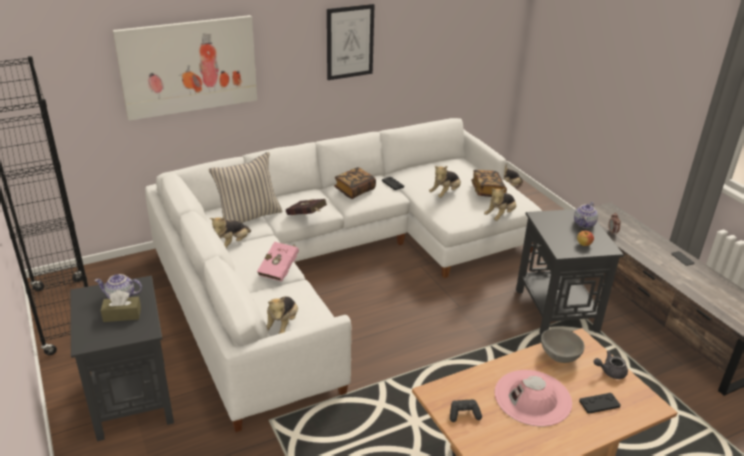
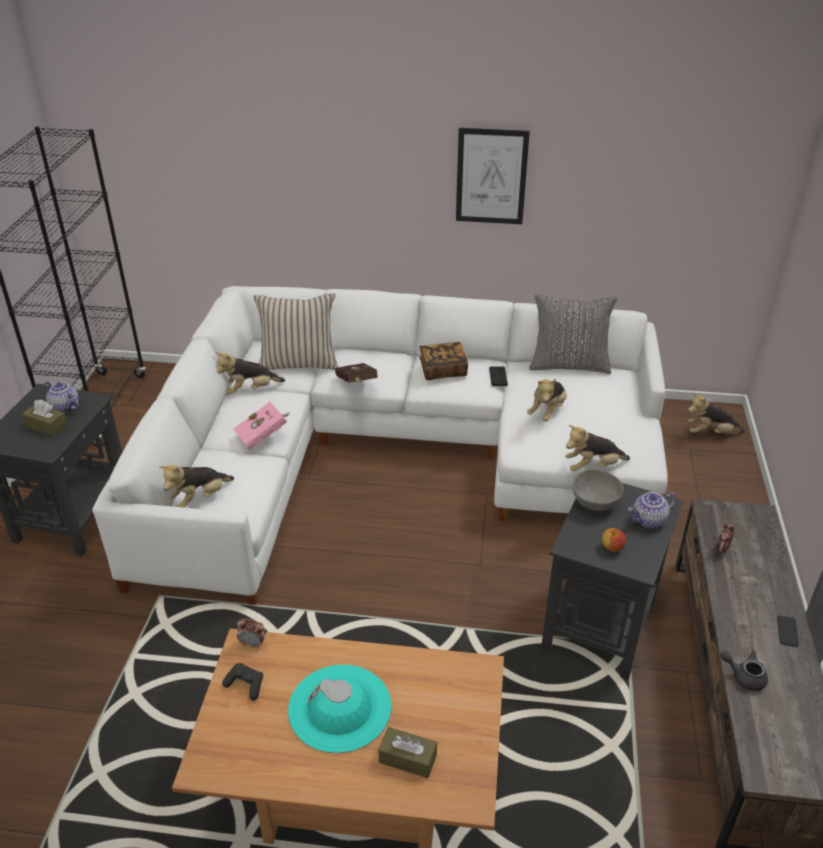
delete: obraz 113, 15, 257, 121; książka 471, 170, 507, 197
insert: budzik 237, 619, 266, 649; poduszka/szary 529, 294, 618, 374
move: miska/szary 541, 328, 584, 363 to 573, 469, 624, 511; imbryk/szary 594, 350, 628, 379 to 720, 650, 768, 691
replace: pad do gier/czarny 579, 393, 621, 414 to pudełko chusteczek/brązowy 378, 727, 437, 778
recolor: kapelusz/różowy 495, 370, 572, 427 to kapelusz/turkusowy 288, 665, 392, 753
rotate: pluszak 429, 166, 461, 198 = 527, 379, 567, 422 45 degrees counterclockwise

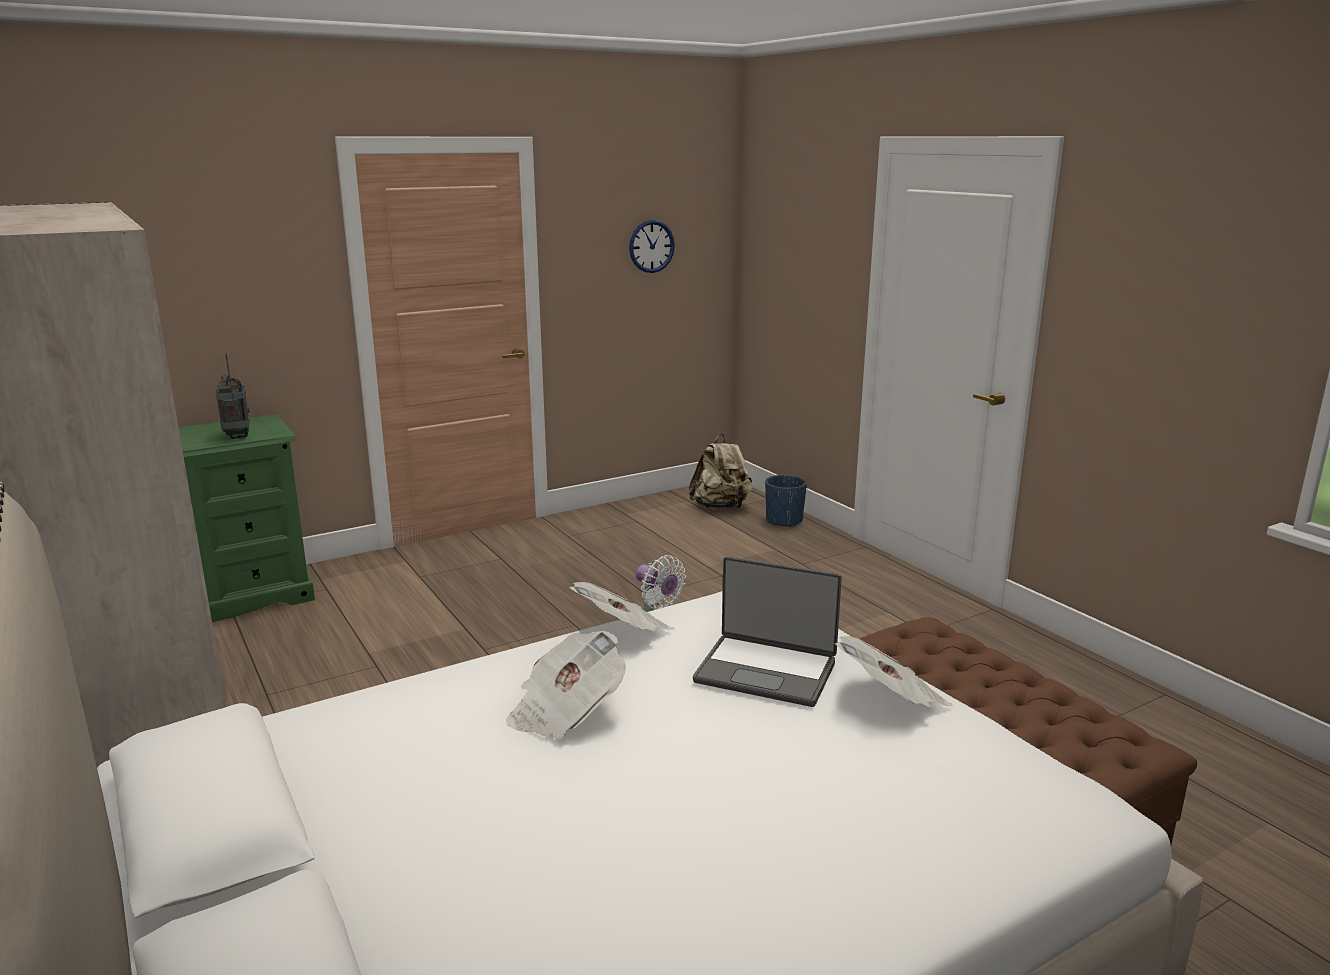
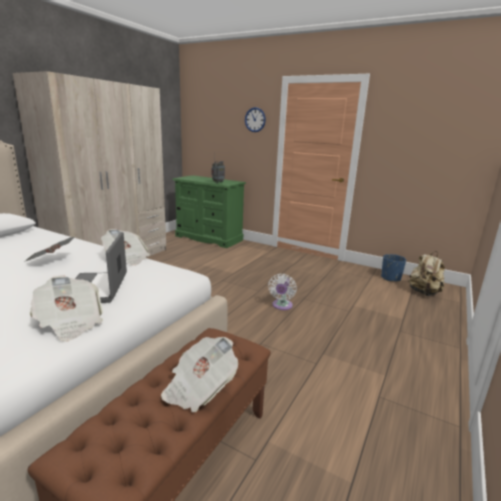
insert: gazeta 161, 337, 238, 412
move: zegar ścienny 629, 220, 675, 273 to 245, 107, 266, 132; donica/niebieski 765, 475, 807, 527 to 381, 254, 406, 281

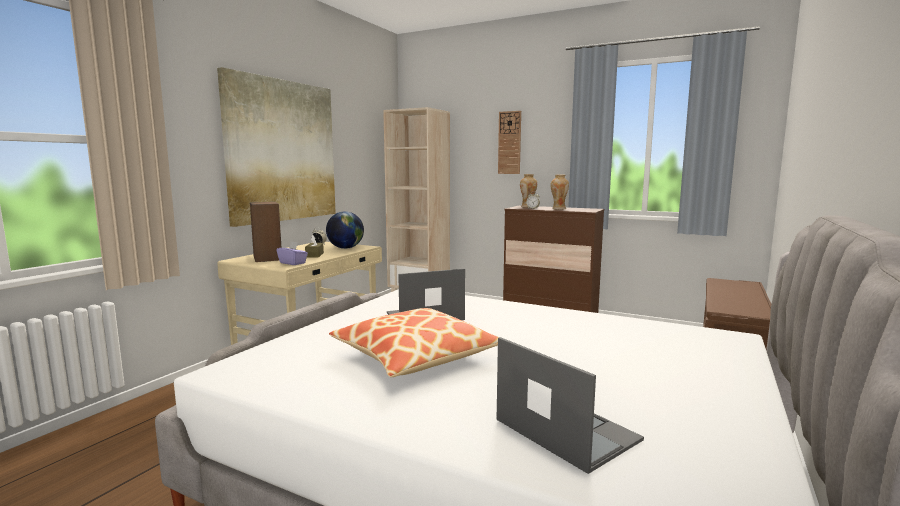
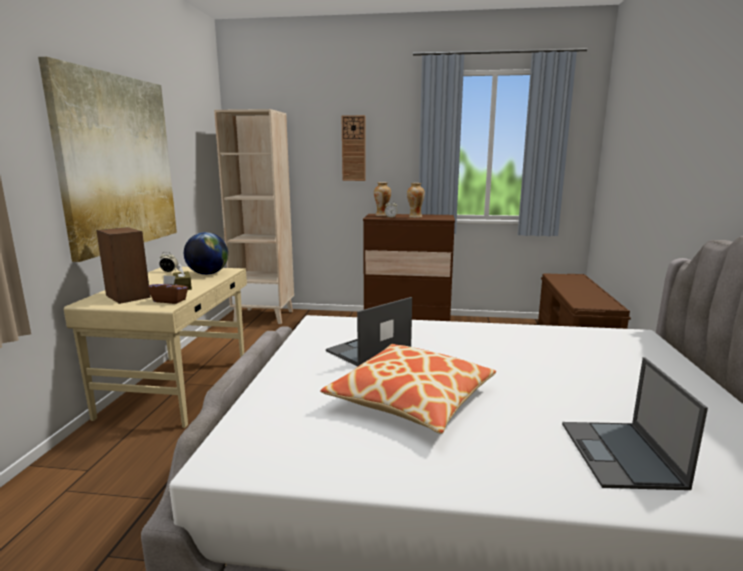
recolor: pudełko chusteczek/fioletowy 276, 241, 308, 265 to pudełko chusteczek/brązowy 148, 275, 188, 304
rotate: laptop 496, 337, 644, 474 = 562, 357, 708, 490 120 degrees counterclockwise

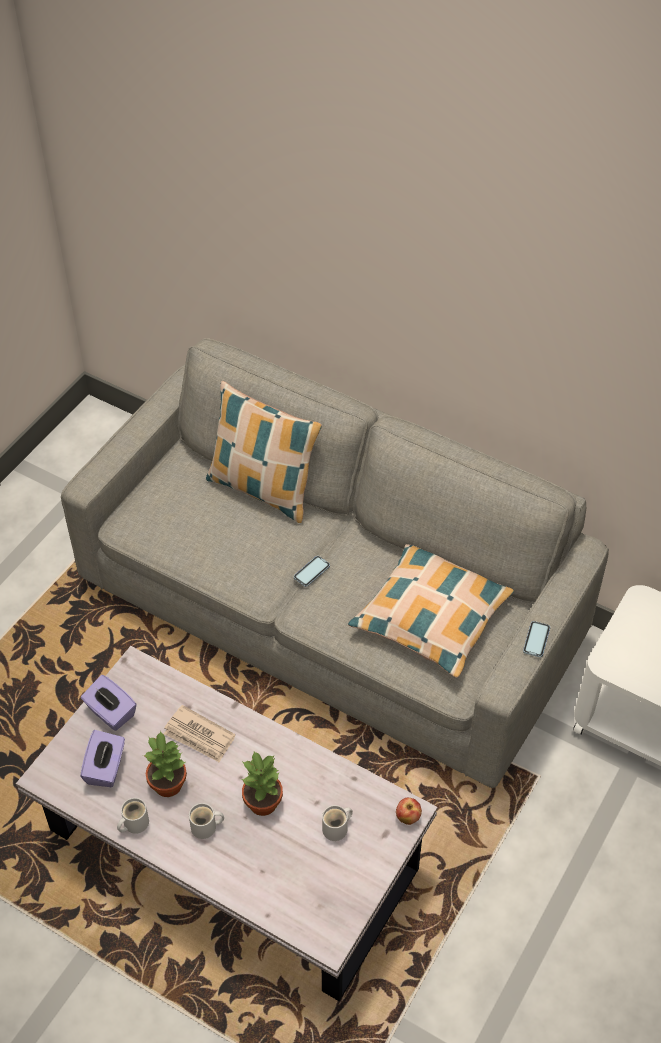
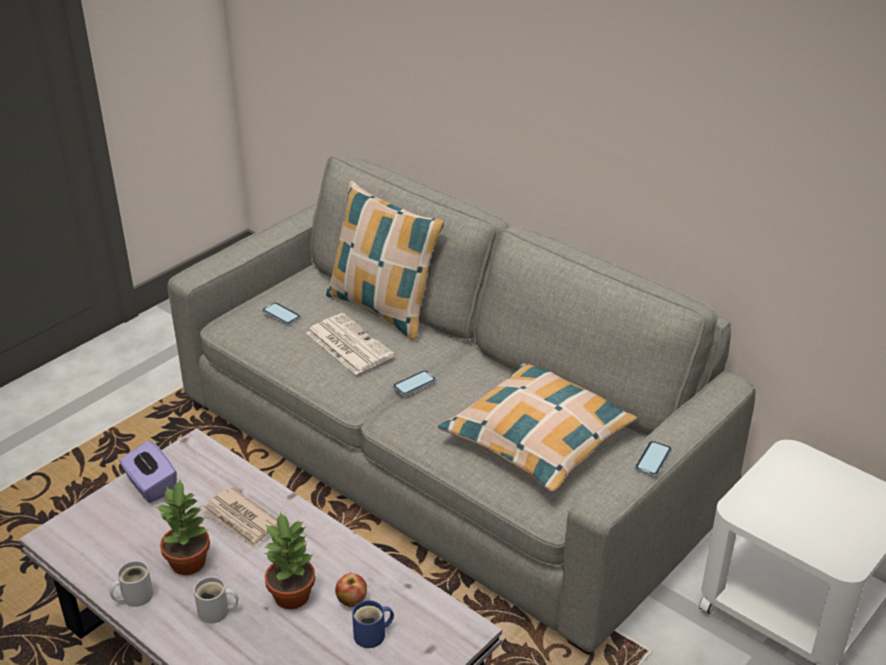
delete: pudełko chusteczek/fioletowy 80, 730, 125, 787
insert: telefon 262, 302, 300, 325; gazeta 307, 313, 395, 375
move: jabłko 396, 798, 422, 825 to 335, 573, 367, 607
recolor: kubek/biały 322, 805, 353, 841 to kubek/niebieski 352, 600, 394, 648

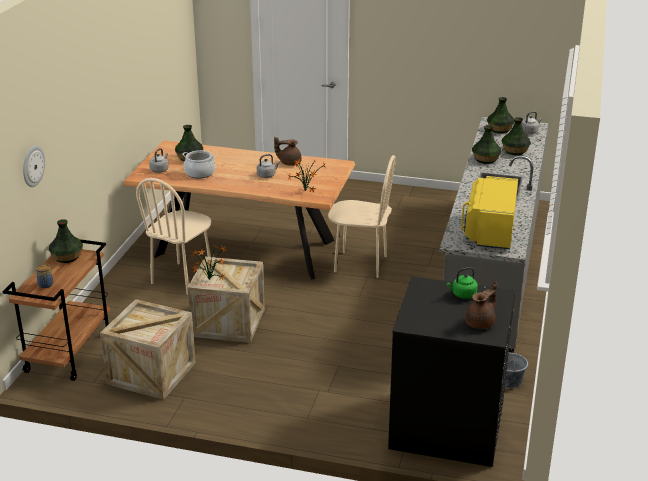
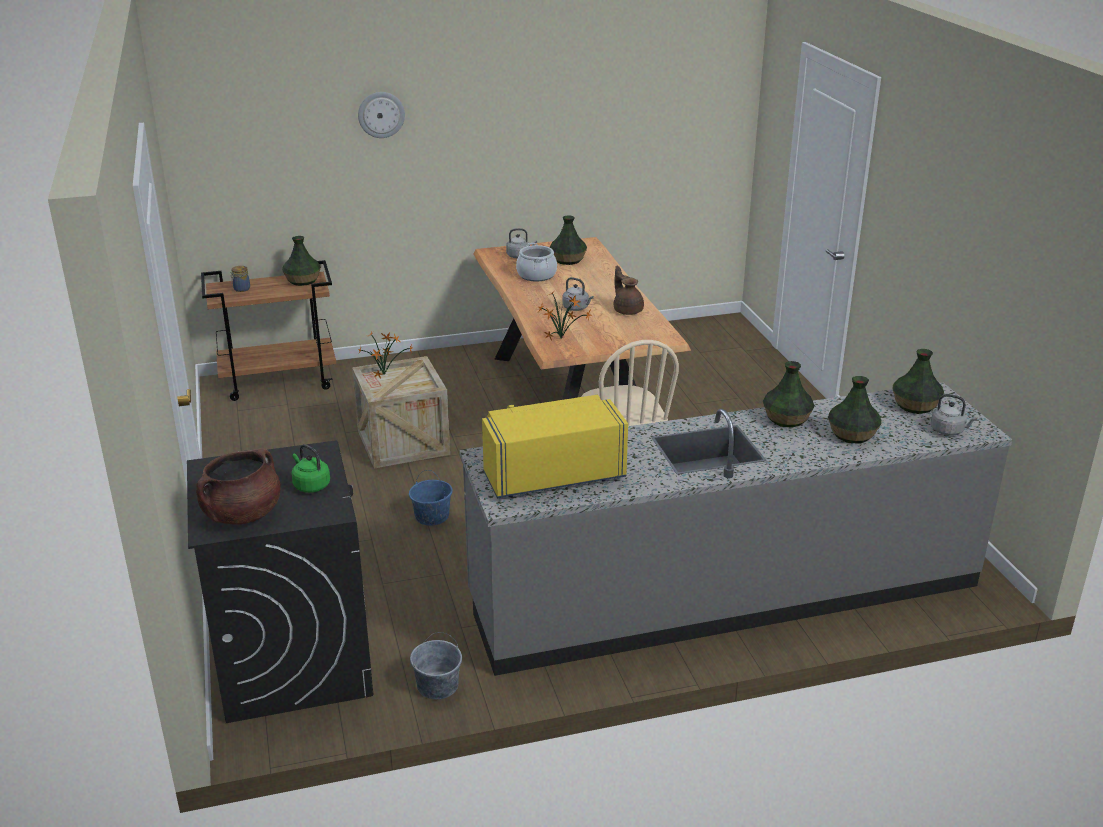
delete: skrzynka 100, 299, 196, 400; krzesło/beżowy 136, 178, 211, 295
insert: wiadro/niebieski 409, 470, 453, 526
move: zegar ścienny 23, 145, 45, 187 to 358, 92, 405, 138
replace: imbryk/brązowy 465, 281, 497, 329 to garnek/brązowy 196, 448, 281, 525

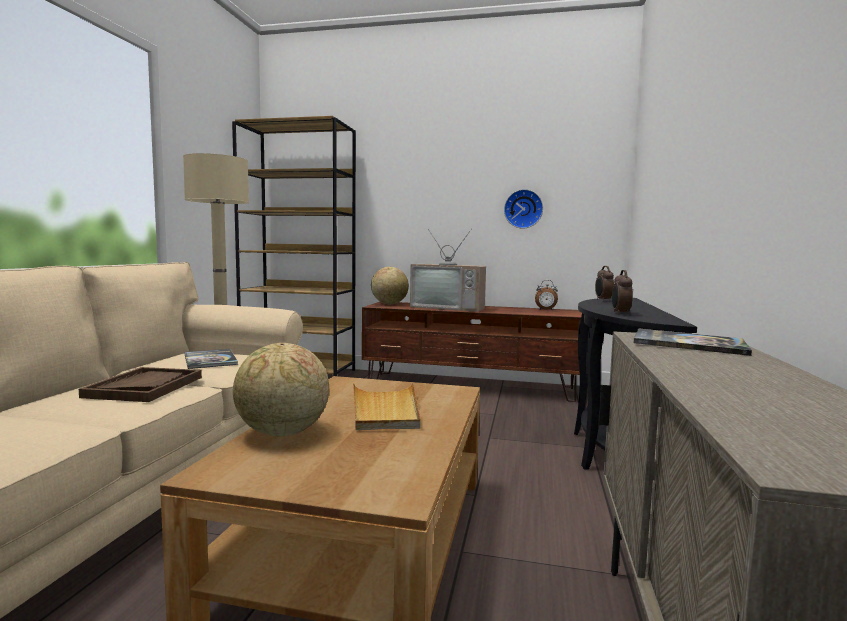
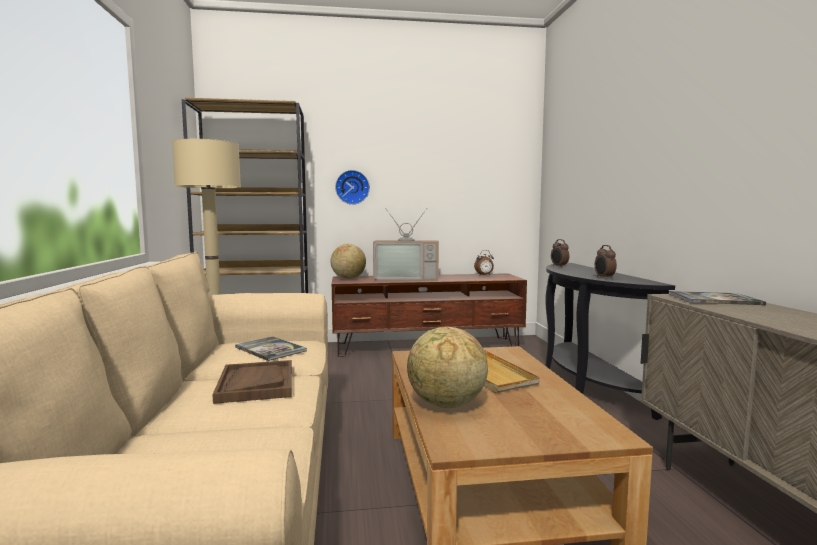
move: zegar ścienny 504, 189, 543, 229 to 335, 170, 370, 205

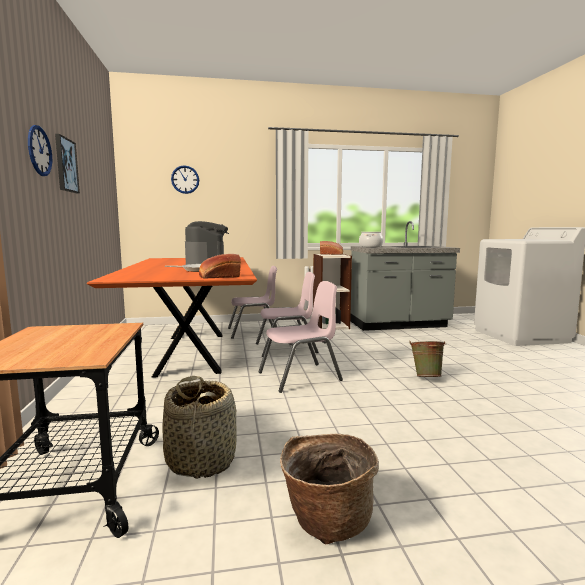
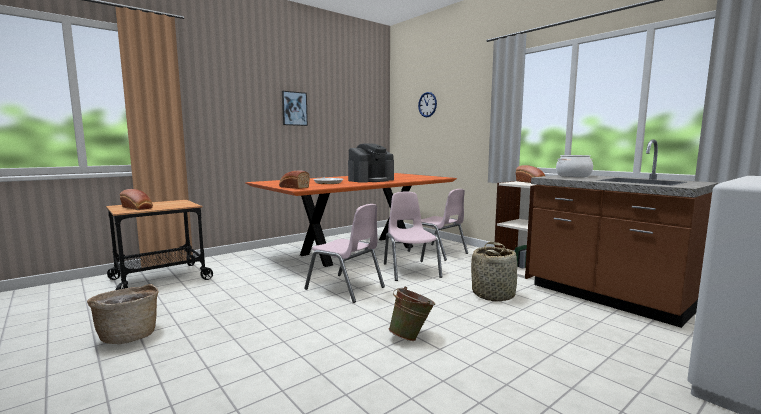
delete: zegar ścienny 28, 125, 52, 176
insert: chleb 120, 189, 153, 210
move: koszyk 163, 376, 237, 479 to 471, 242, 517, 302
recolor: zabudowa kuchenna/szary 350, 221, 460, 331 to zabudowa kuchenna/brązowy 529, 139, 718, 328
rotate: krzesło/różowy 256, 272, 318, 357 = 384, 192, 442, 281 150 degrees counterclockwise

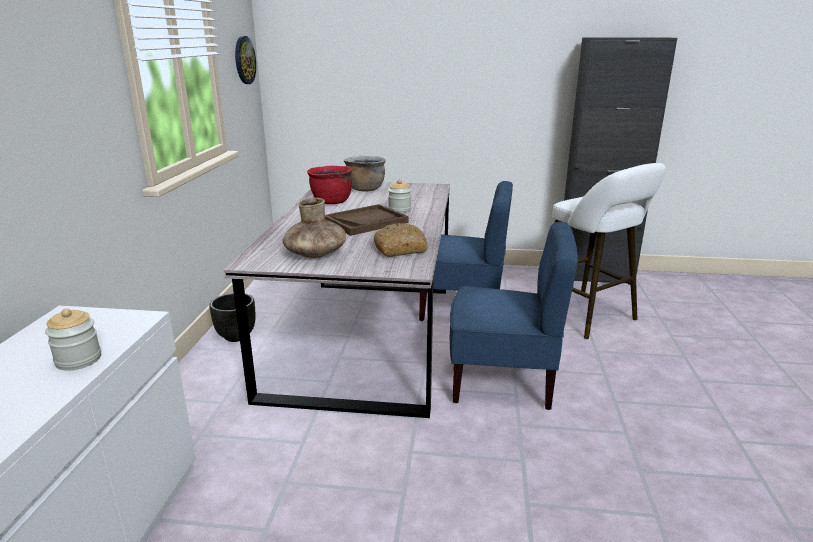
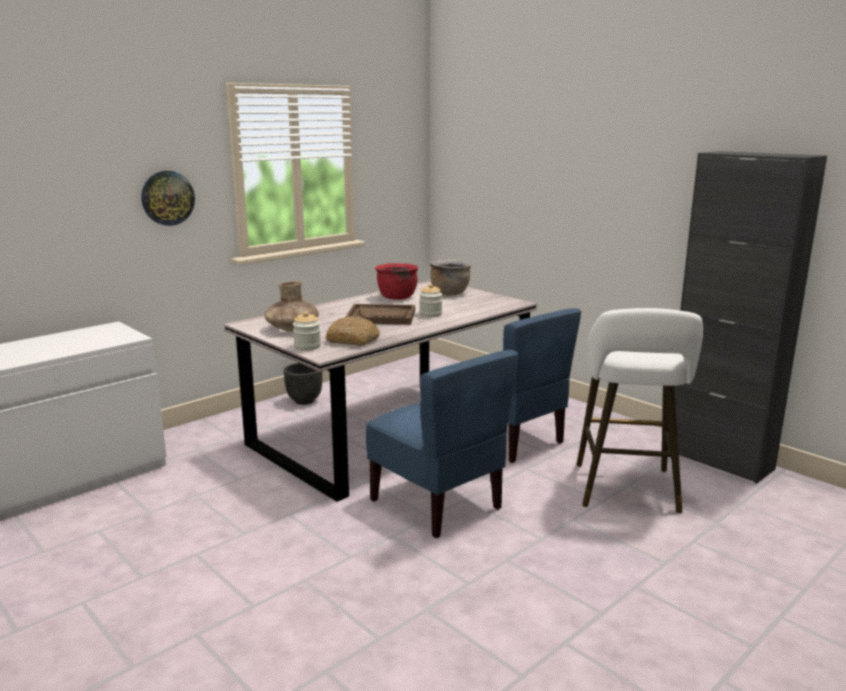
move: zegar ścienny 235, 36, 256, 84 to 141, 171, 195, 226; słoik 45, 308, 101, 371 to 293, 312, 321, 350

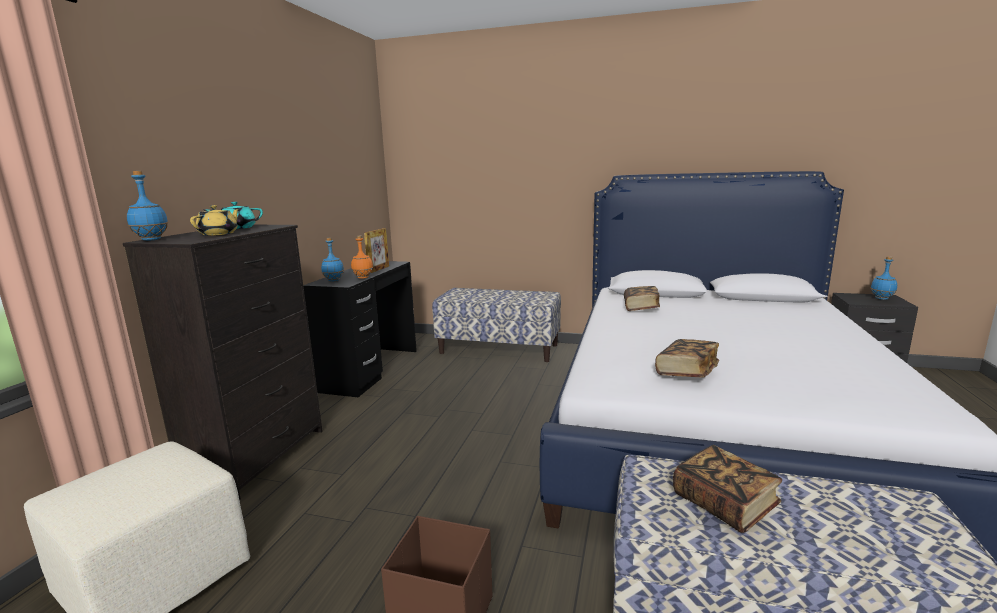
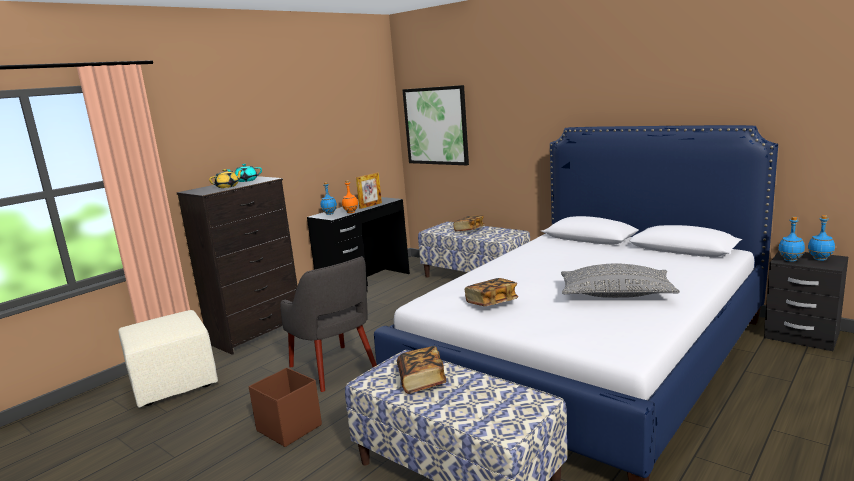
insert: fotel/szary 281, 257, 377, 392; obraz 402, 85, 469, 165; poduszka/szary 561, 263, 680, 298
move: książka 624, 286, 660, 311 to 453, 215, 485, 232; butelka/niebieski 127, 171, 168, 241 to 778, 217, 805, 262

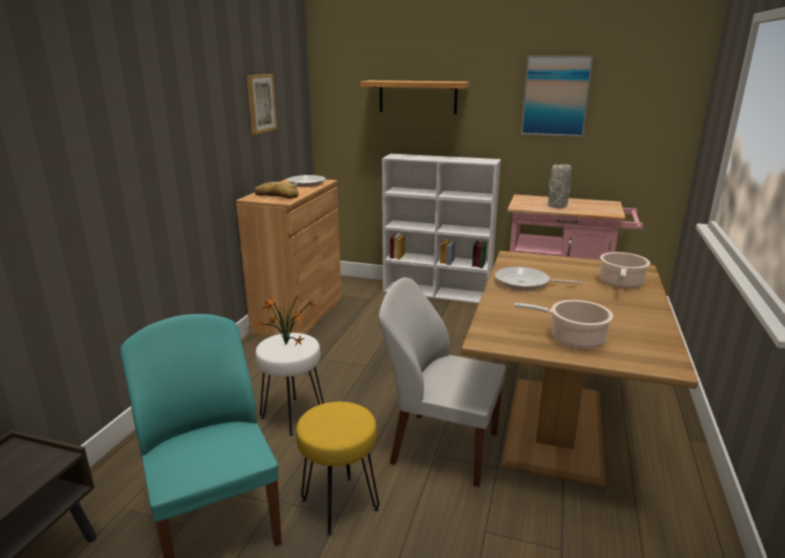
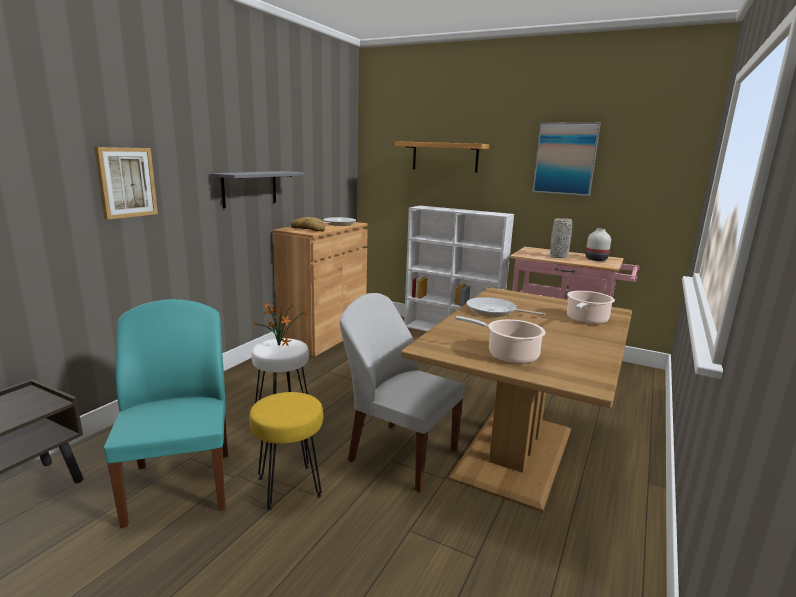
insert: półka/szary 210, 171, 304, 208; wazon/biały 586, 228, 611, 261
move: obraz 247, 74, 277, 134 to 94, 147, 158, 220

